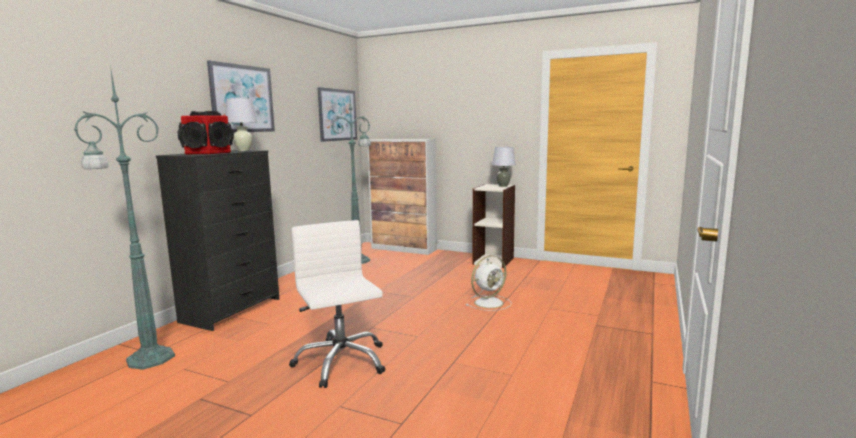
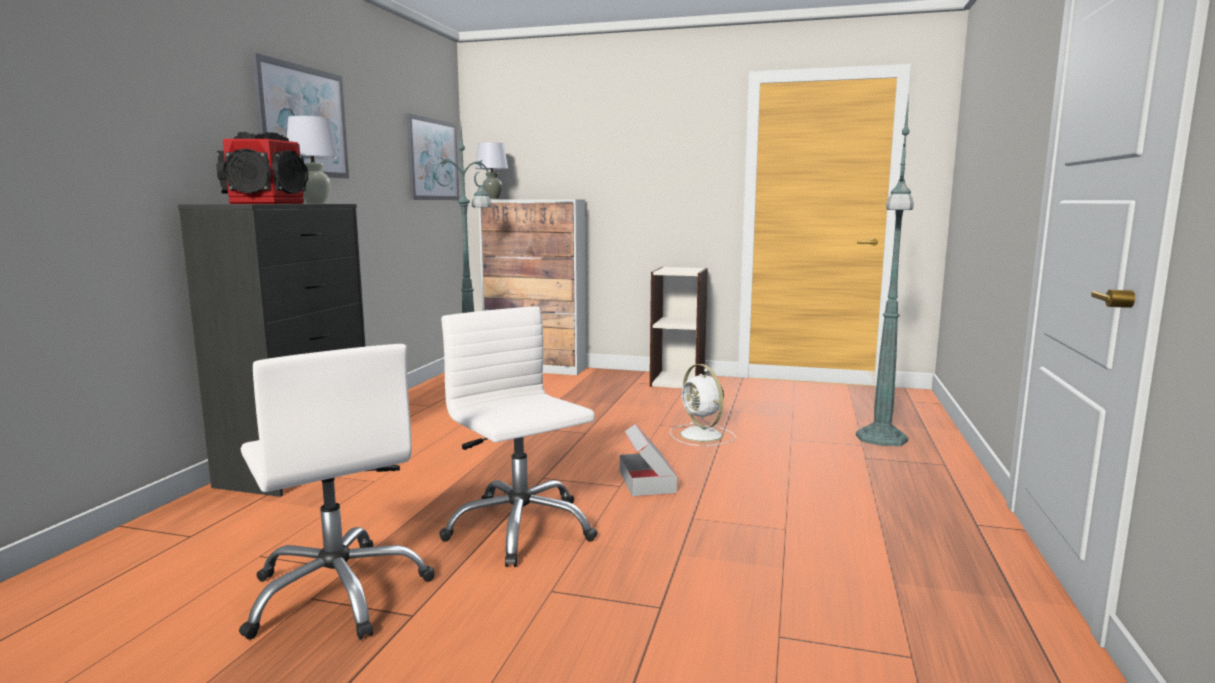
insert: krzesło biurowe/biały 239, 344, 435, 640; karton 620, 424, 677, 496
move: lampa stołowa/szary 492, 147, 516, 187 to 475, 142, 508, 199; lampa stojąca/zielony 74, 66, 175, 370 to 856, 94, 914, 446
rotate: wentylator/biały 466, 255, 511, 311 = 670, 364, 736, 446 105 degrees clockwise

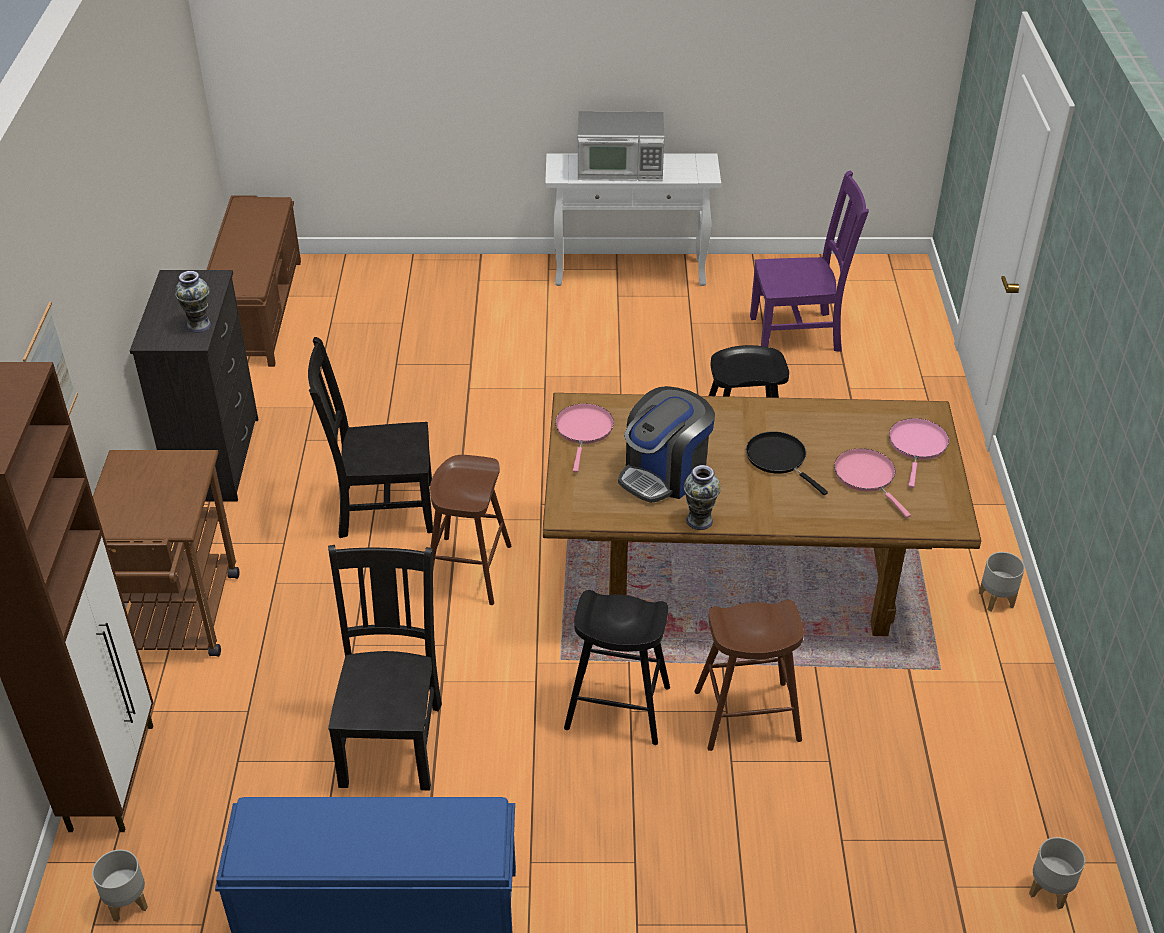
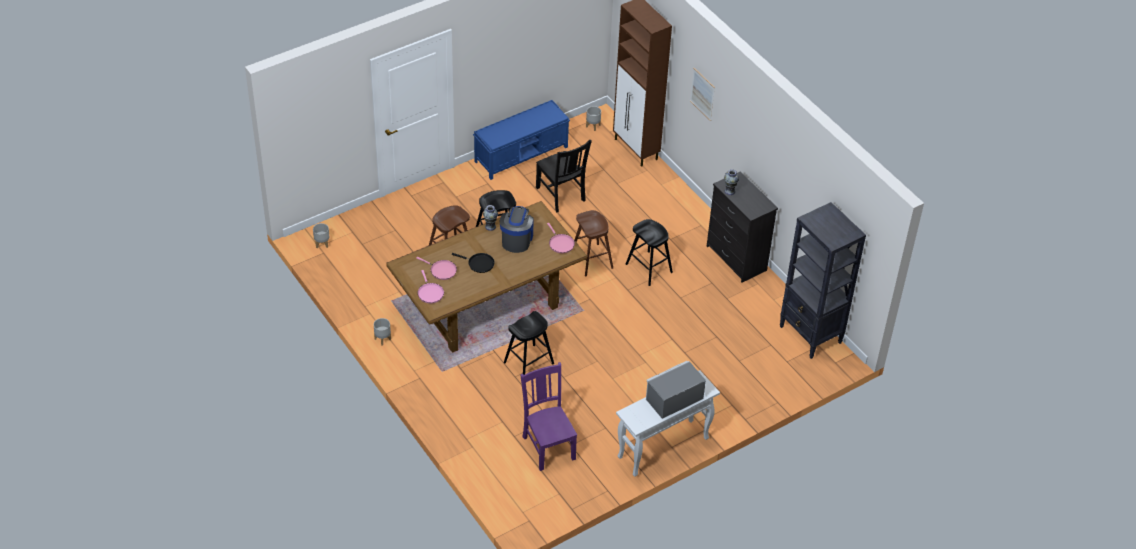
delete: wózek/brązowy 93, 450, 239, 657
replace: krzesło/czarny 308, 337, 433, 538 to stołek/czarny 626, 219, 673, 286; ławka/brązowy 206, 195, 301, 367 to regał/czarny 780, 202, 866, 359
rotate: krzesło/fioletowy 750, 170, 869, 352 = 520, 362, 577, 471 105 degrees clockwise

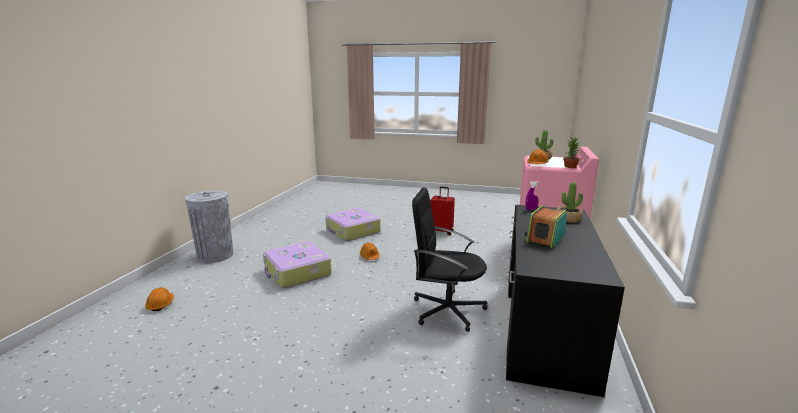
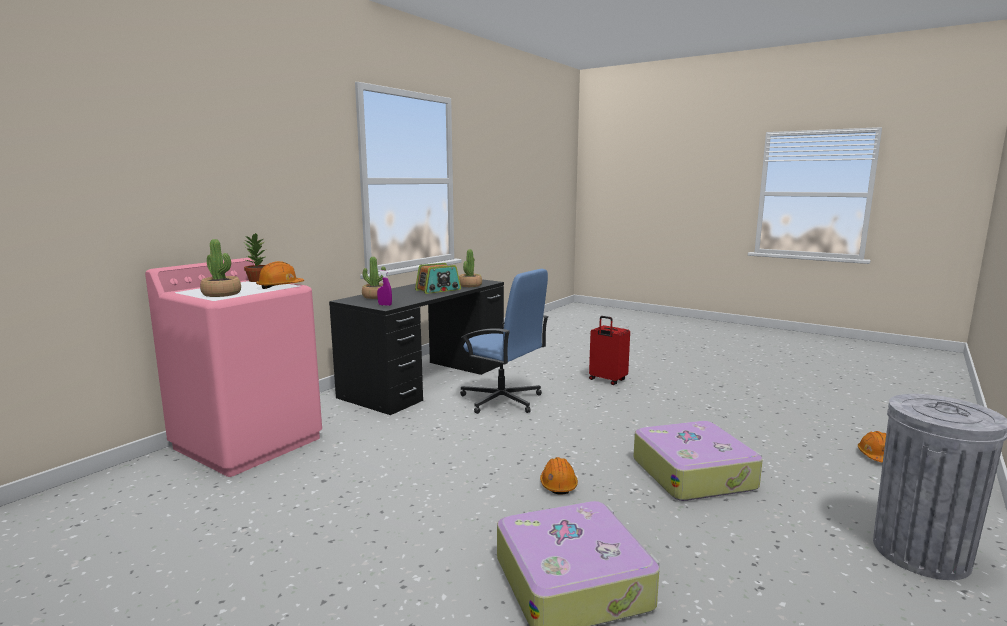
insert: roślina doniczkowa 459, 249, 482, 287
move: walizka/czerwony 430, 187, 455, 235 to 589, 316, 630, 385
recolor: krzesło biurowe/czarny 412, 188, 487, 332 to krzesło biurowe/niebieski 460, 269, 548, 414

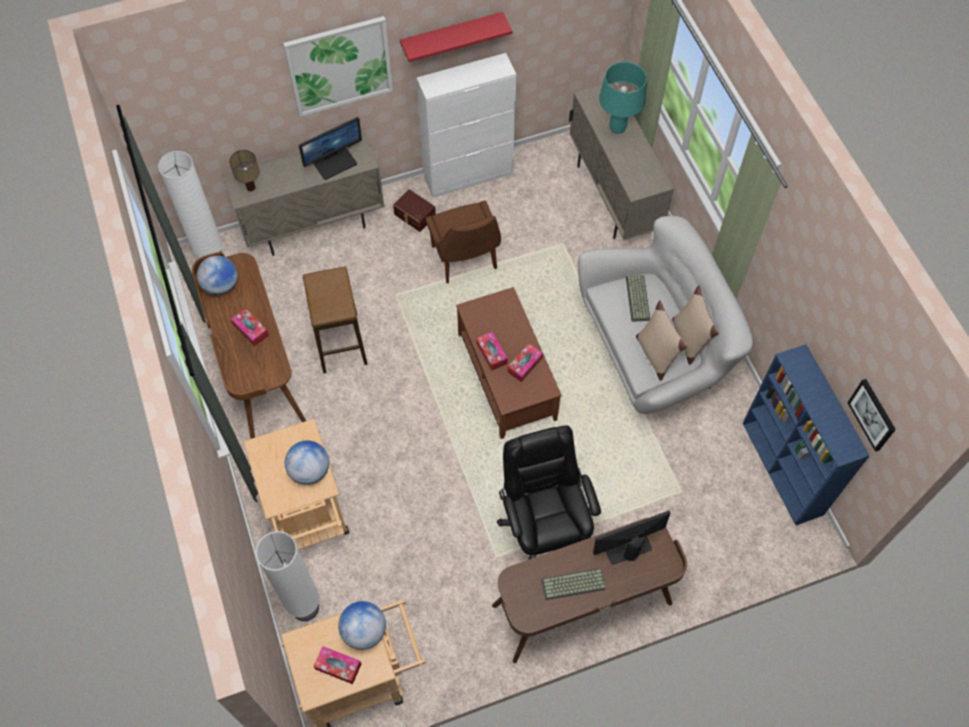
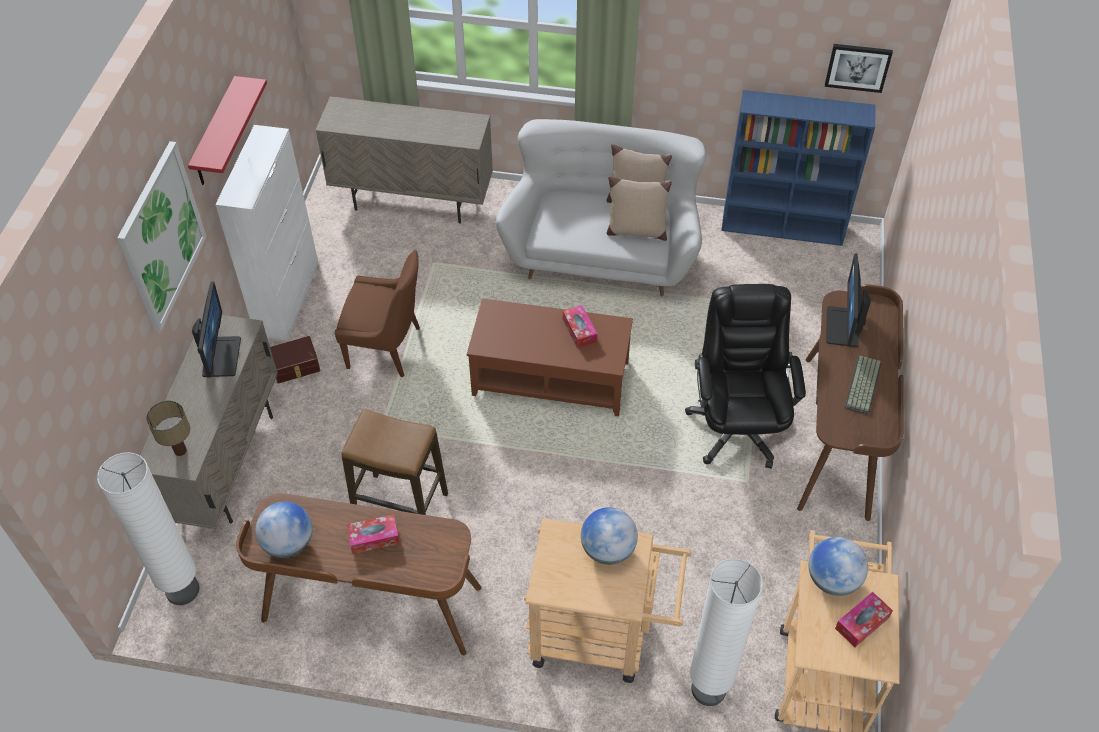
delete: pudełko chusteczek 476, 331, 508, 371; lampa stołowa/turkusowy 599, 62, 647, 134; klawiatura 626, 275, 650, 322
rotate: krzesło biurowe/czarny 497, 426, 601, 560 = 685, 284, 806, 469 75 degrees clockwise

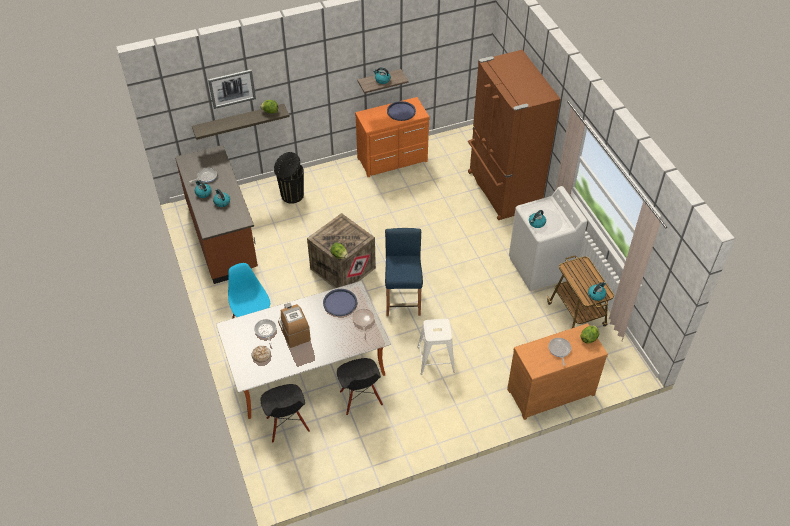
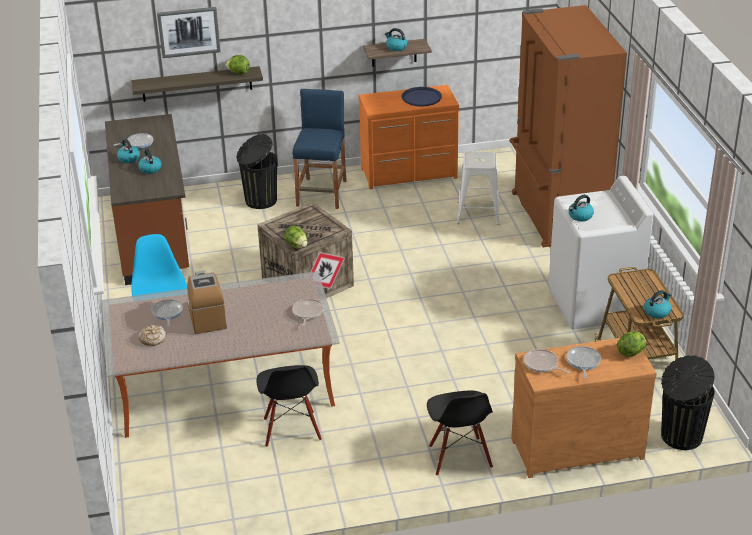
delete: taca/niebieski 323, 289, 357, 316
insert: patelnia 524, 349, 570, 374; kosz na śmieci/czarny 661, 355, 715, 450
move: stołek/niebieski 385, 228, 423, 316 to 292, 89, 347, 209; krzesło/czarny 261, 384, 310, 443 to 427, 391, 493, 476; stołek/biały 417, 319, 455, 375 to 457, 152, 499, 225

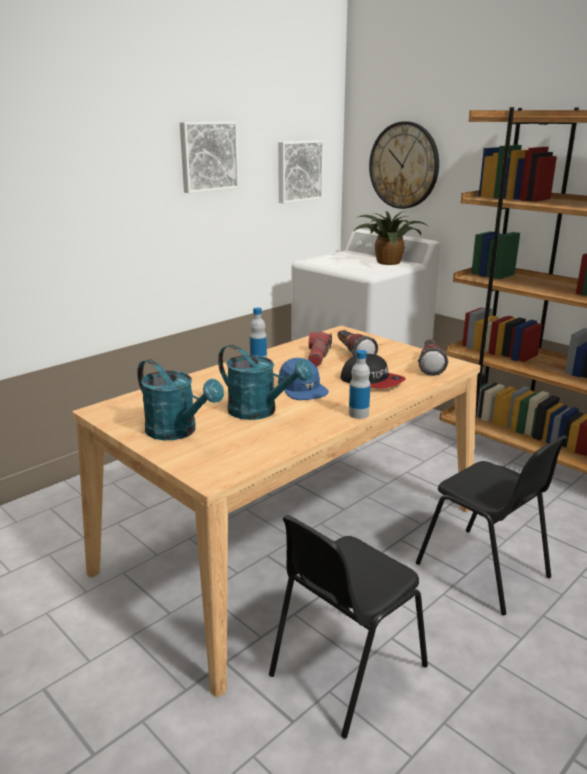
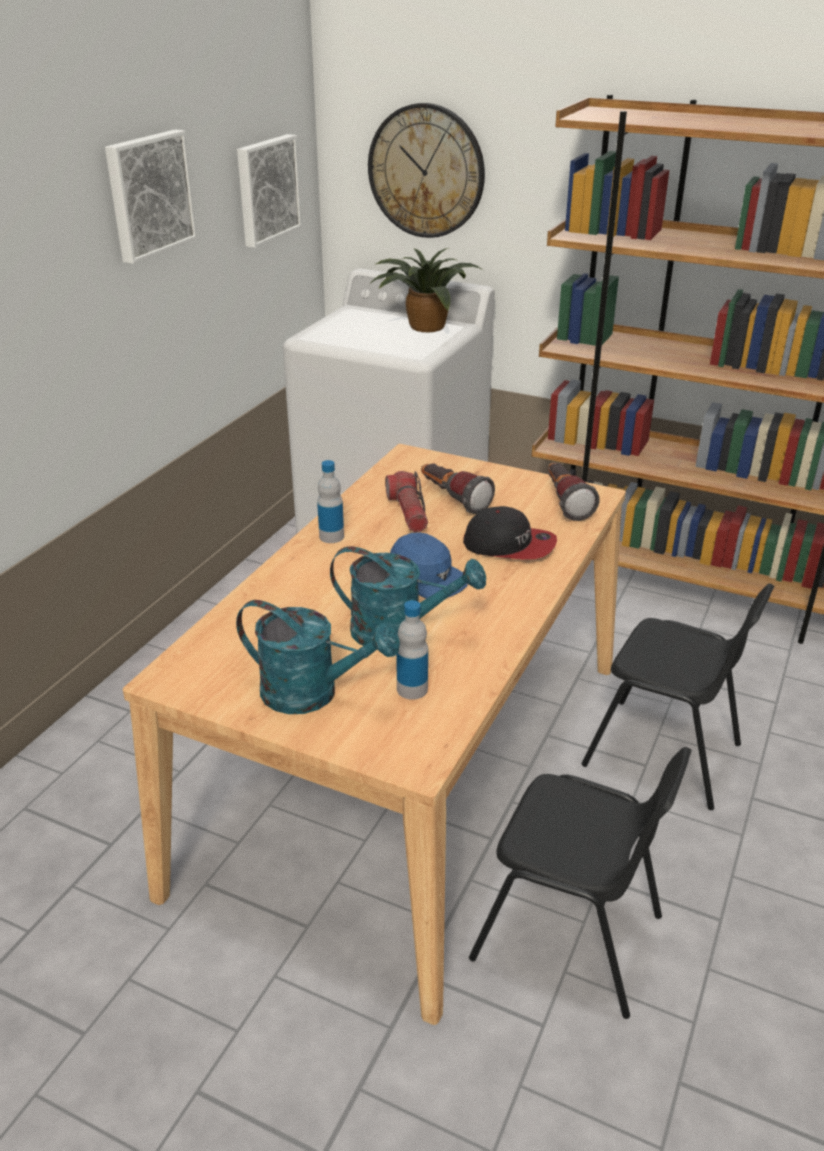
move: butelka 349, 350, 371, 419 to 396, 600, 428, 700
rotate: krzesło/czarny 269, 515, 428, 739 = 469, 747, 692, 1019 90 degrees counterclockwise

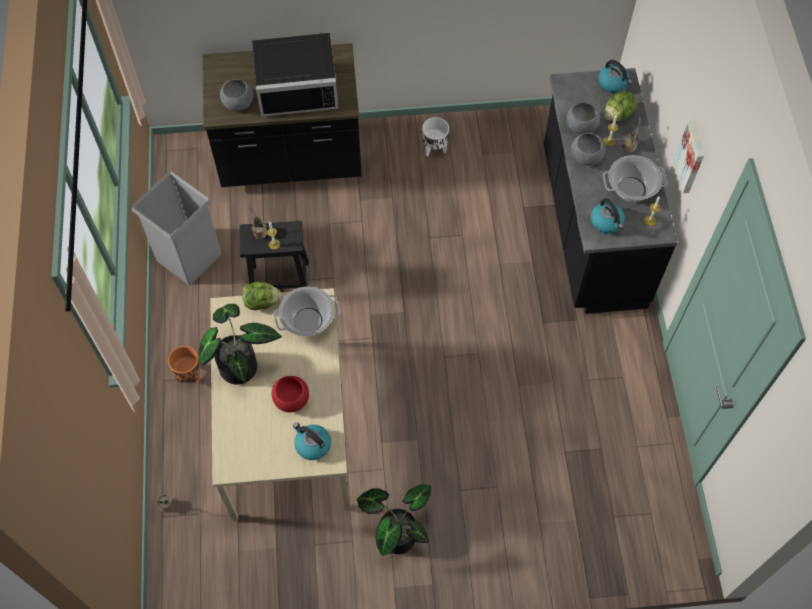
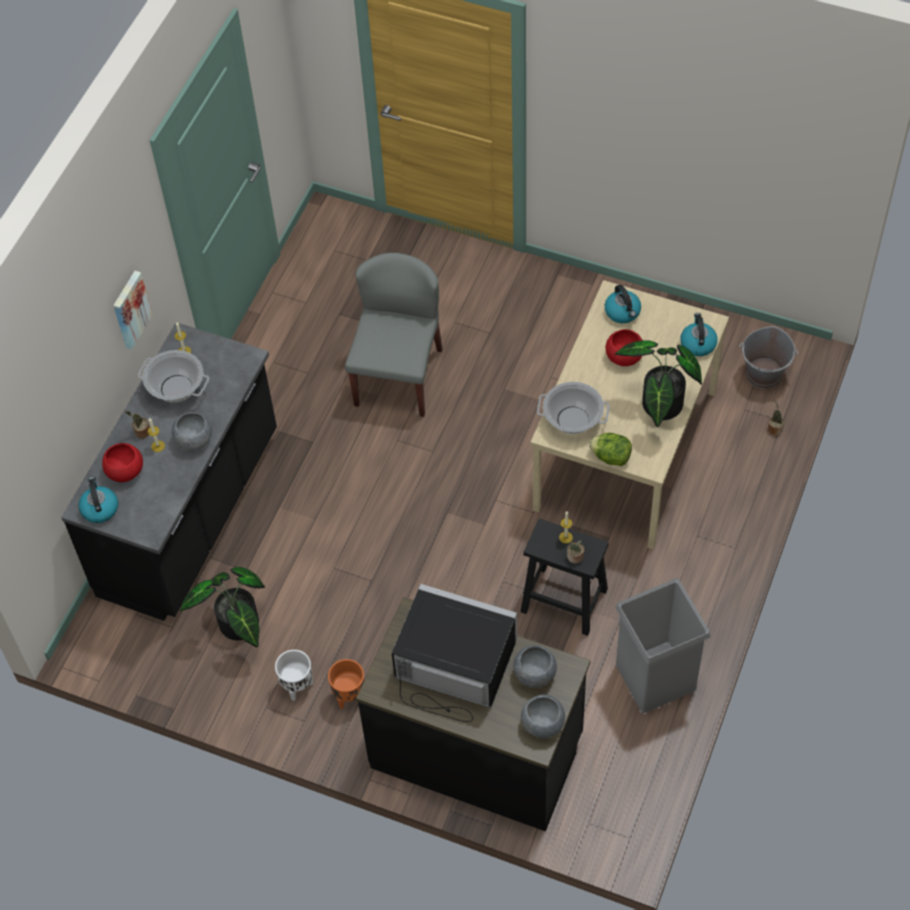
insert: krzesło/szary 345, 253, 442, 417; wiadro/szary 739, 326, 798, 389
move: roślina doniczkowa 356, 484, 431, 556 to 180, 567, 265, 648; donica/pomarańczowy 168, 346, 201, 384 to 328, 659, 364, 709; miska/szary 566, 102, 600, 134 to 521, 694, 565, 738; czajnik 591, 198, 625, 234 to 680, 313, 718, 356
replace: sałata 604, 91, 637, 121 to miska/czerwony 102, 443, 143, 482

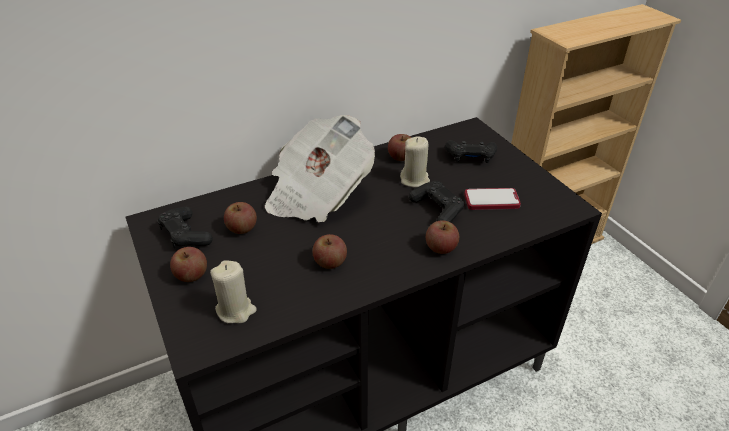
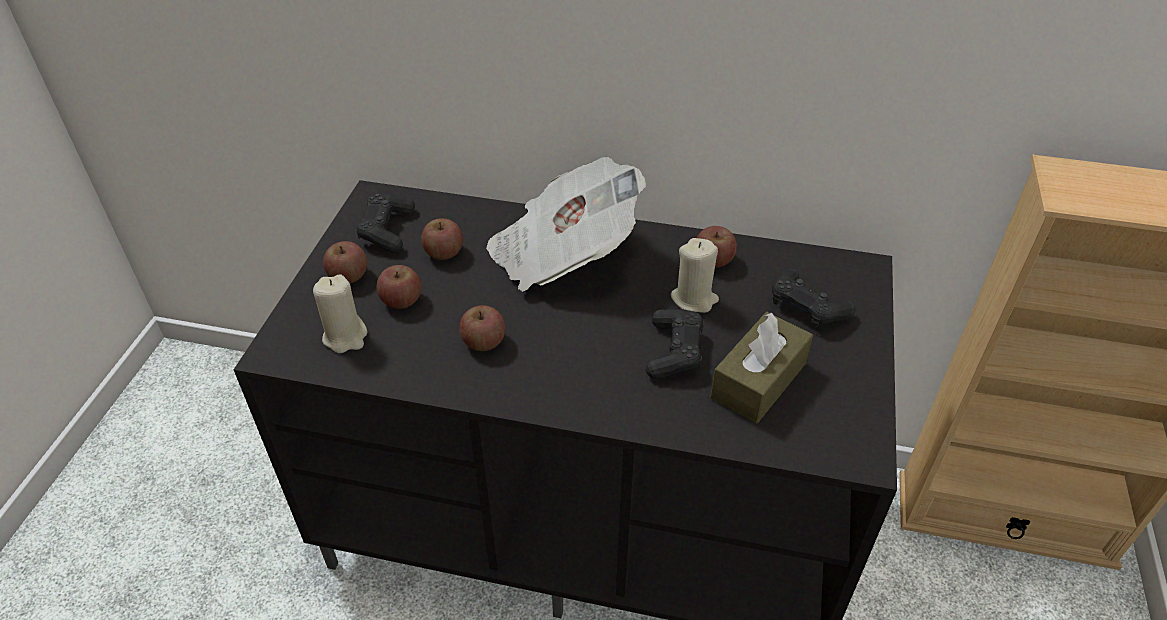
move: jabłko 426, 220, 459, 254 to 376, 265, 421, 309
replace: telefon 464, 188, 521, 210 to pudełko chusteczek/brązowy 711, 312, 813, 424

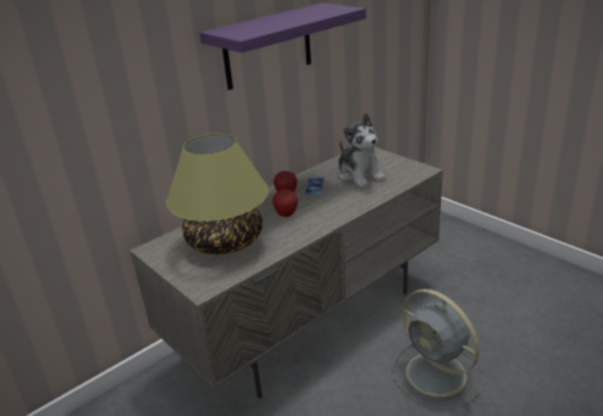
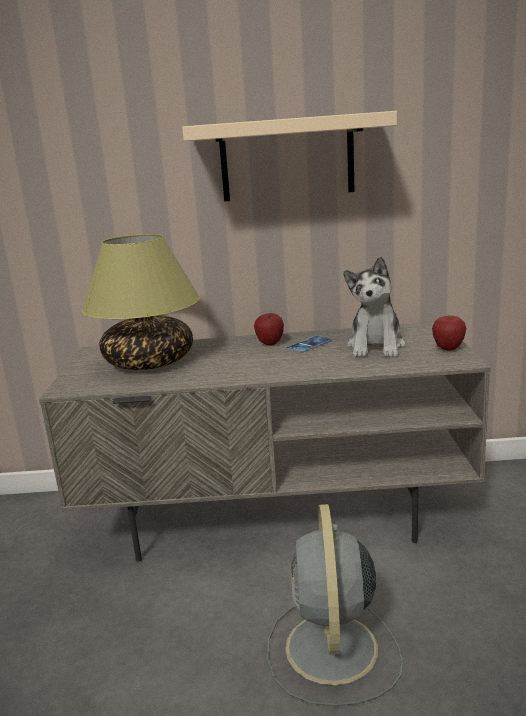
move: jabłko 272, 189, 298, 217 to 432, 315, 466, 351
recolor: półka/fioletowy 200, 3, 366, 90 to półka/beżowy 182, 111, 397, 201

